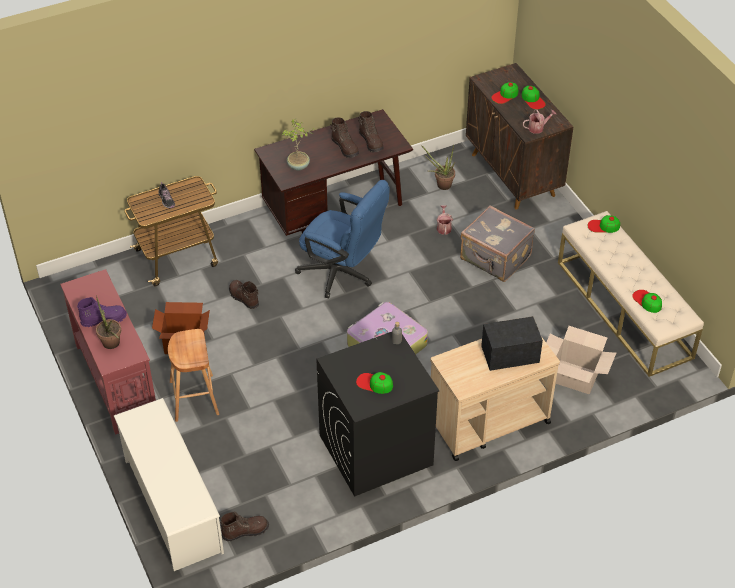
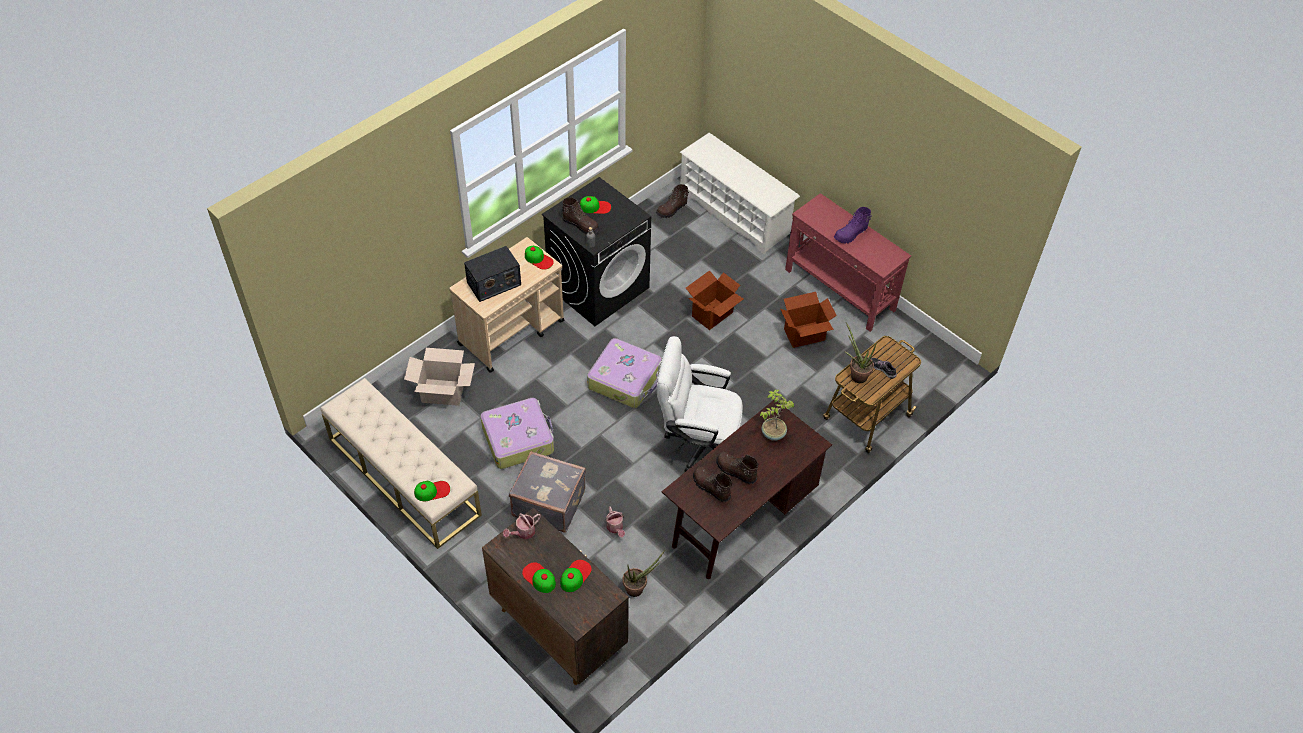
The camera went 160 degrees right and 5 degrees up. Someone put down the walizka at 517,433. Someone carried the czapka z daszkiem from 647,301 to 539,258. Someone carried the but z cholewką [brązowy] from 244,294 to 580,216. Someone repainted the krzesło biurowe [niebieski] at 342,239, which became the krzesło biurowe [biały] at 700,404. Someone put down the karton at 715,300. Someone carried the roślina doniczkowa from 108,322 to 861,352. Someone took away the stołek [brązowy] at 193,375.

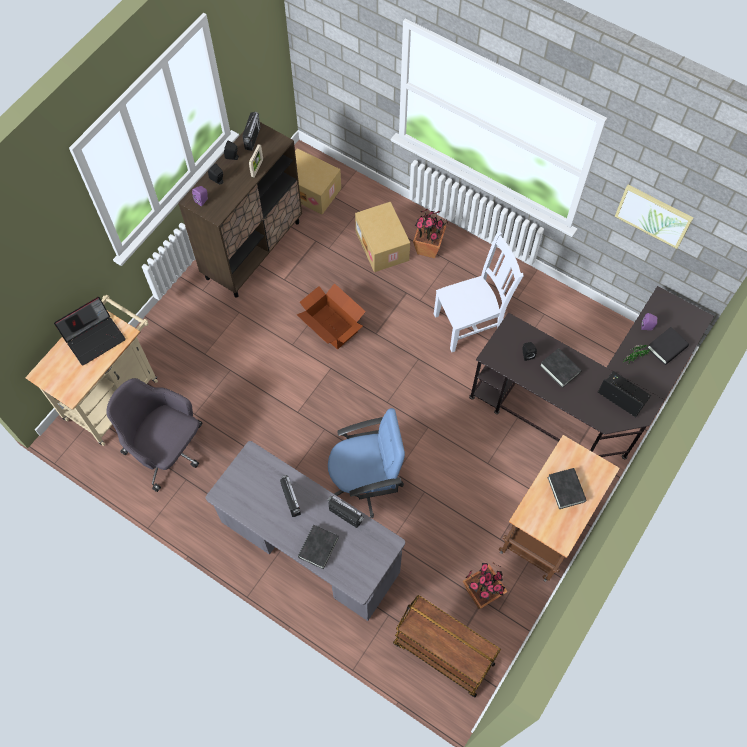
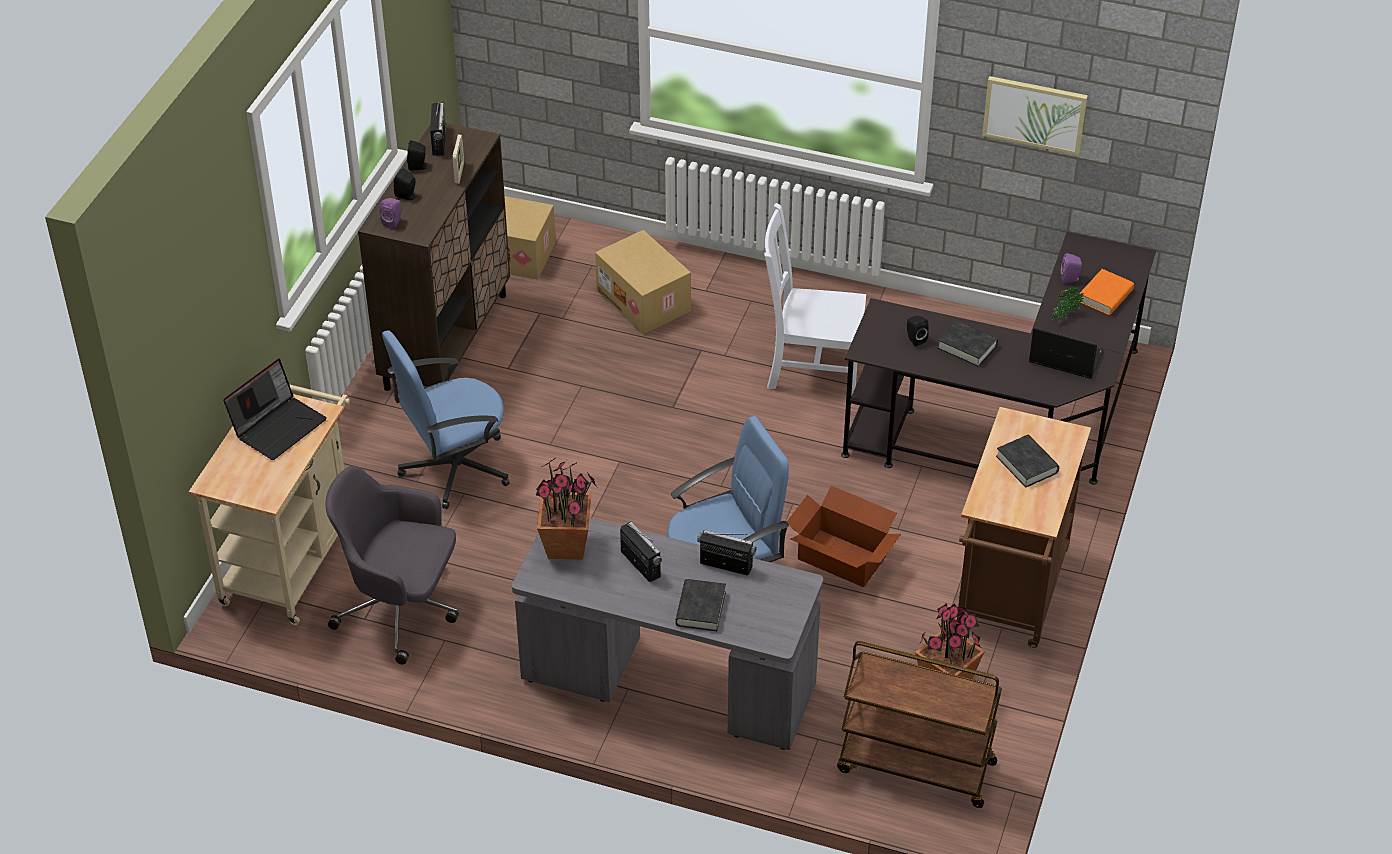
The camera went 15 degrees left and 20 degrees down. Someone put down the krzesło biurowe [niebieski] at 446,419. Someone carried the roślina doniczkowa from 430,233 to 566,508. Someone rotated the krzesło [biały] at 479,291 by 135 degrees counterclockwise. Someone carried the karton from 331,316 to 844,536. Someone repainted the książka [czarny] at 668,346, which became the książka [pomarańczowy] at 1106,292.

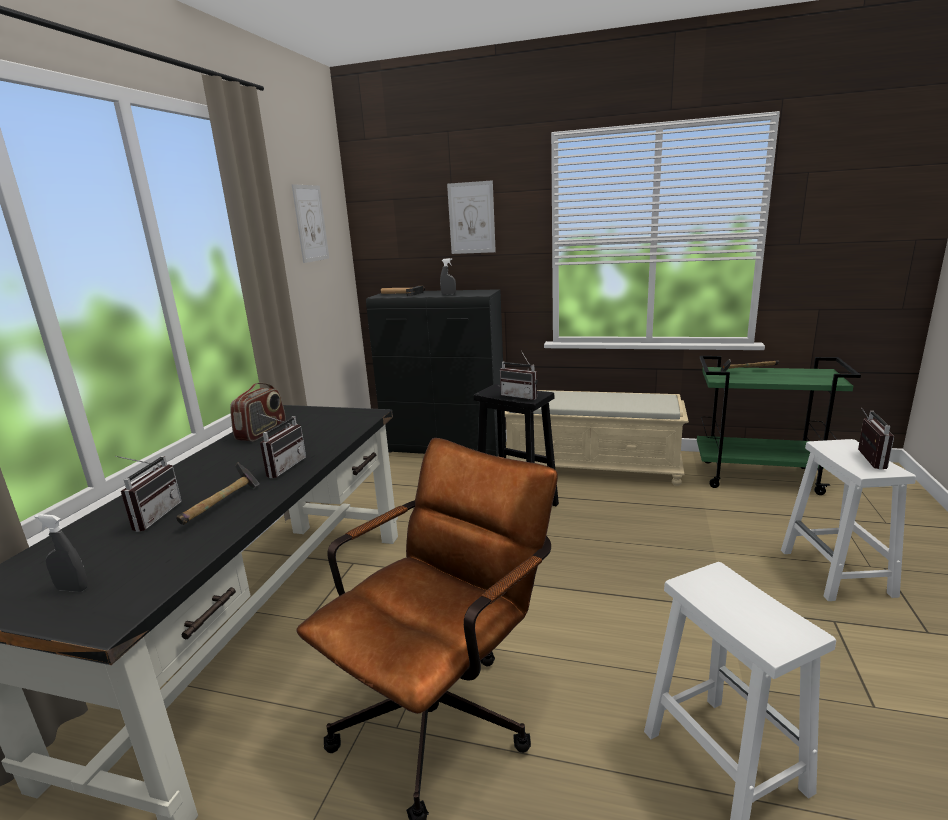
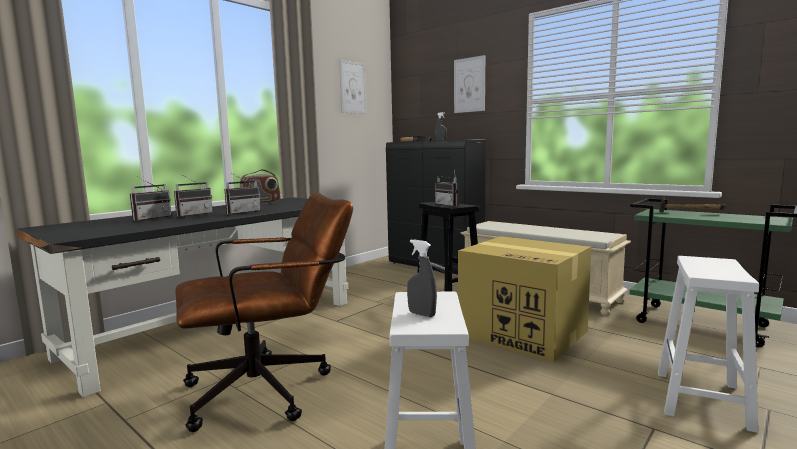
The camera went 25 degrees right and 10 degrees down. Someone carried the radio from 876,439 to 193,196. Someone carried the spryskiwacz [szary] from 61,553 to 422,278. Someone put down the karton at 524,299. Someone took away the młotek at 218,494.

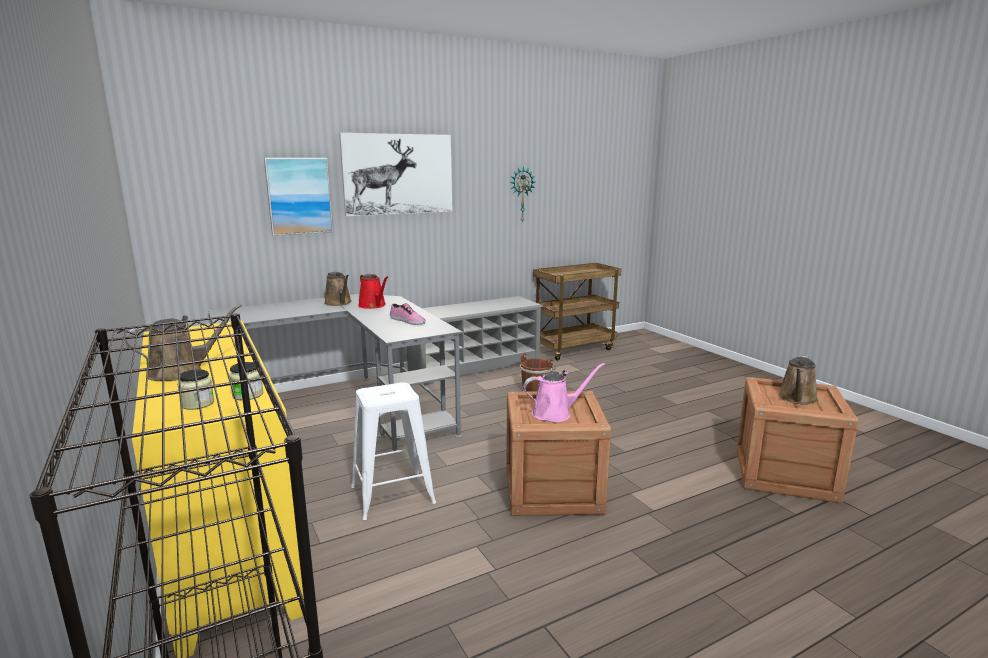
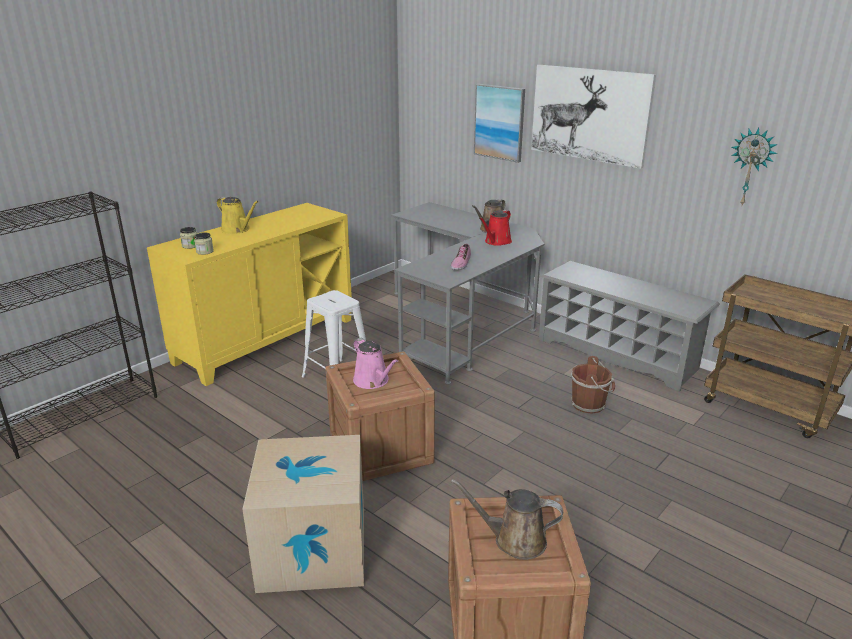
The camera went 70 degrees right and 10 degrees up. Someone repainted the konewka [brązowy] at 183,342, which became the konewka [żółty] at 238,215. Someone put down the karton at 303,514.

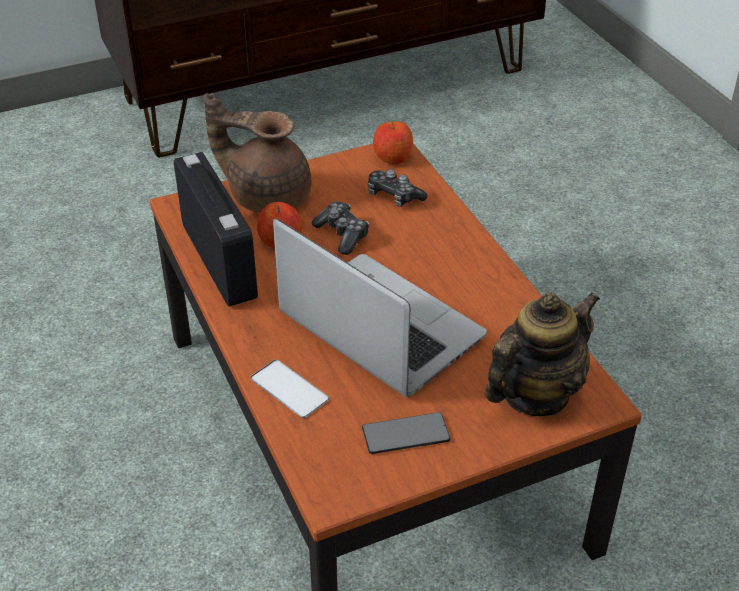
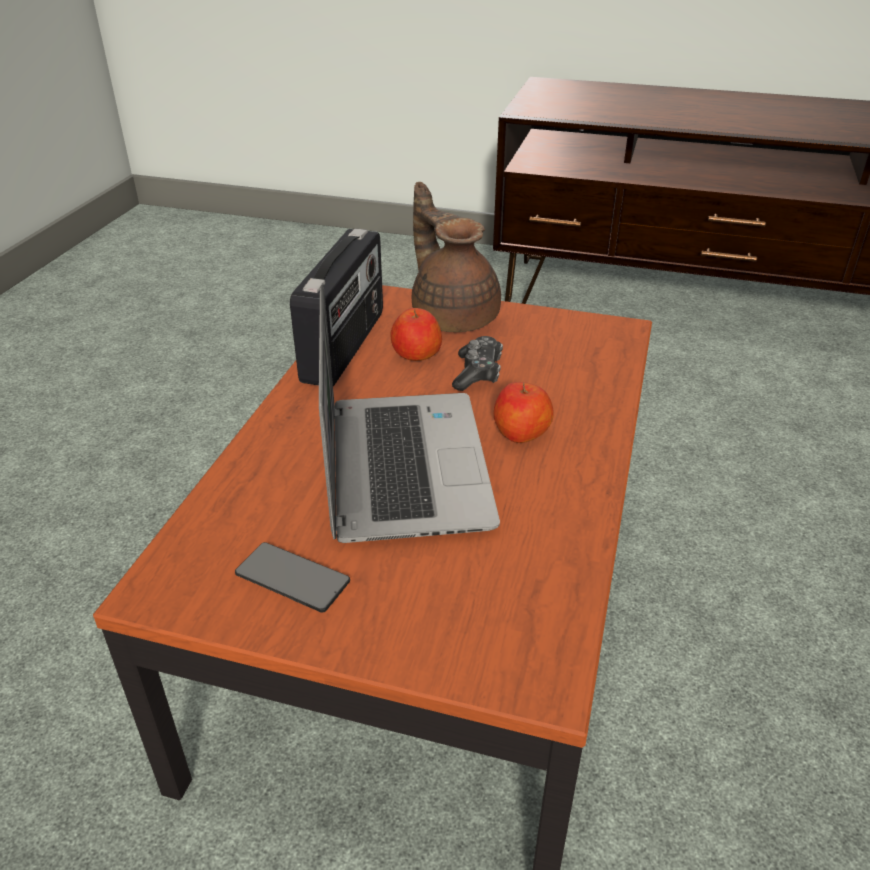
The camera went 40 degrees right and 5 degrees down. Someone carried the jabłko from 393,142 to 524,412. Someone took away the telefon at 290,389. Someone took away the pad do gier at 398,188. Someone took away the imbryk at 542,354.

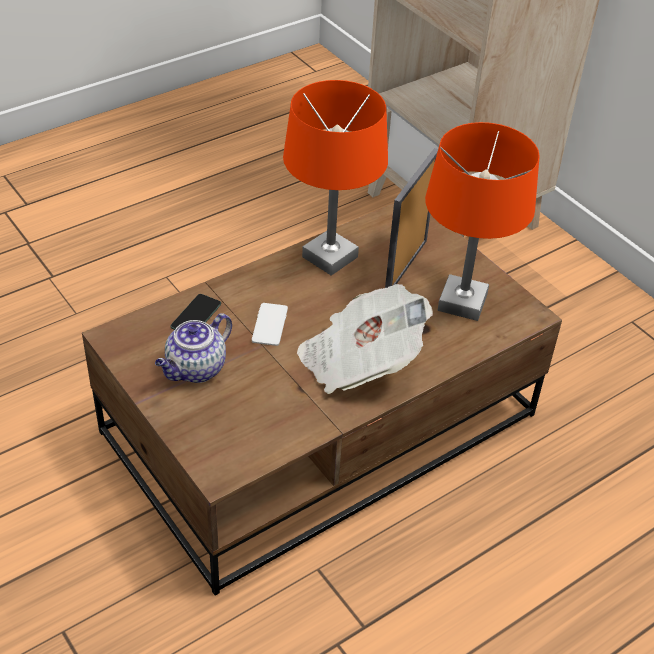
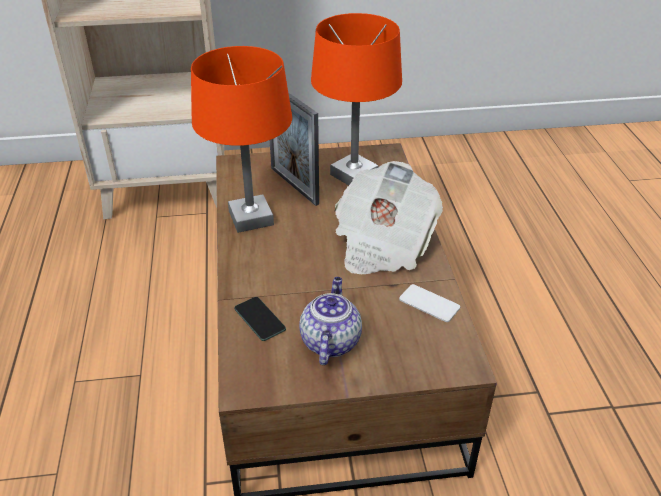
The camera went 60 degrees left and 5 degrees down. Someone rotated the imbryk at 193,348 by 150 degrees counterclockwise. Someone carried the telefon from 270,324 to 429,303.

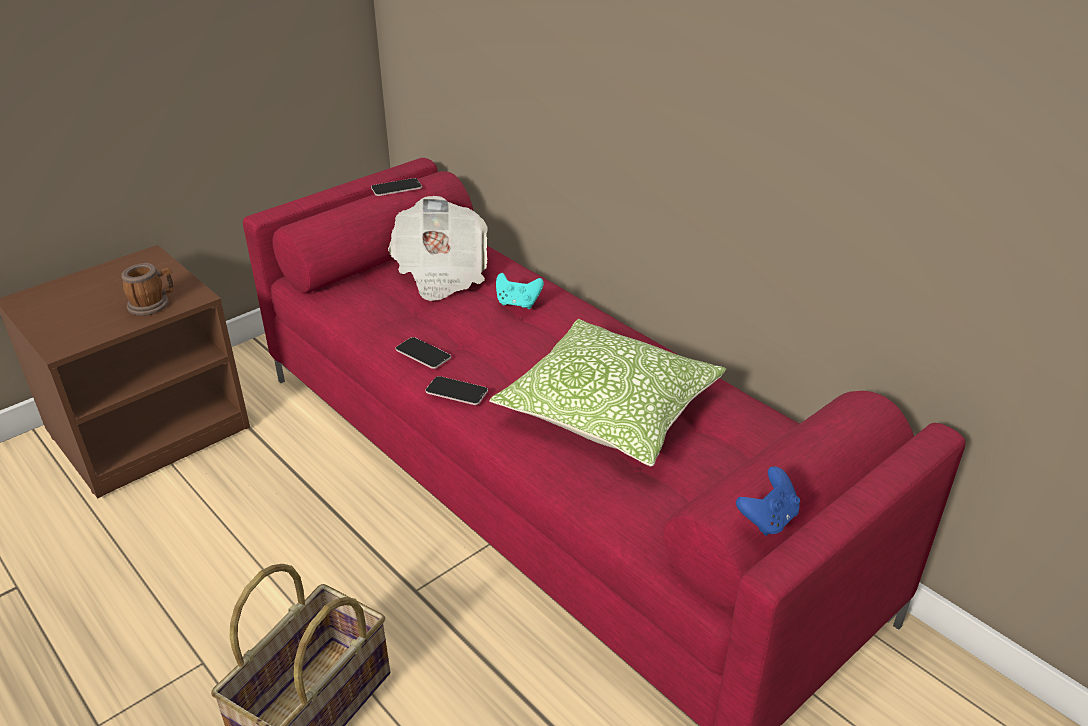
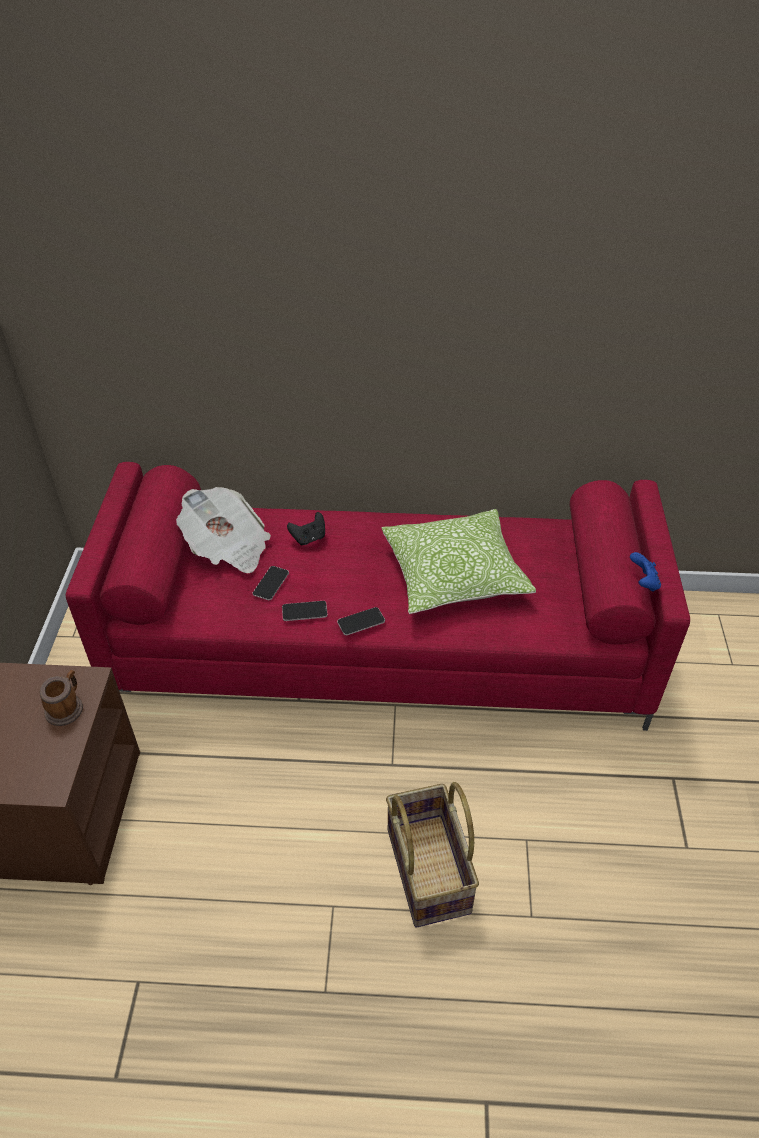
The camera went 45 degrees left and 10 degrees up. Someone carried the telefon from 396,187 to 271,583. Someone repainted the pad do gier [turkusowy] at 520,291, which became the pad do gier [czarny] at 306,529.

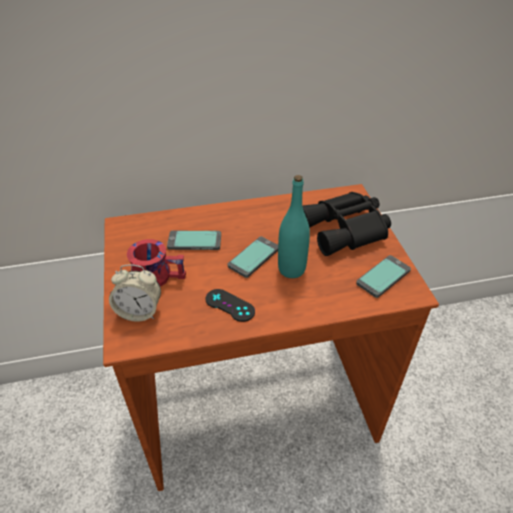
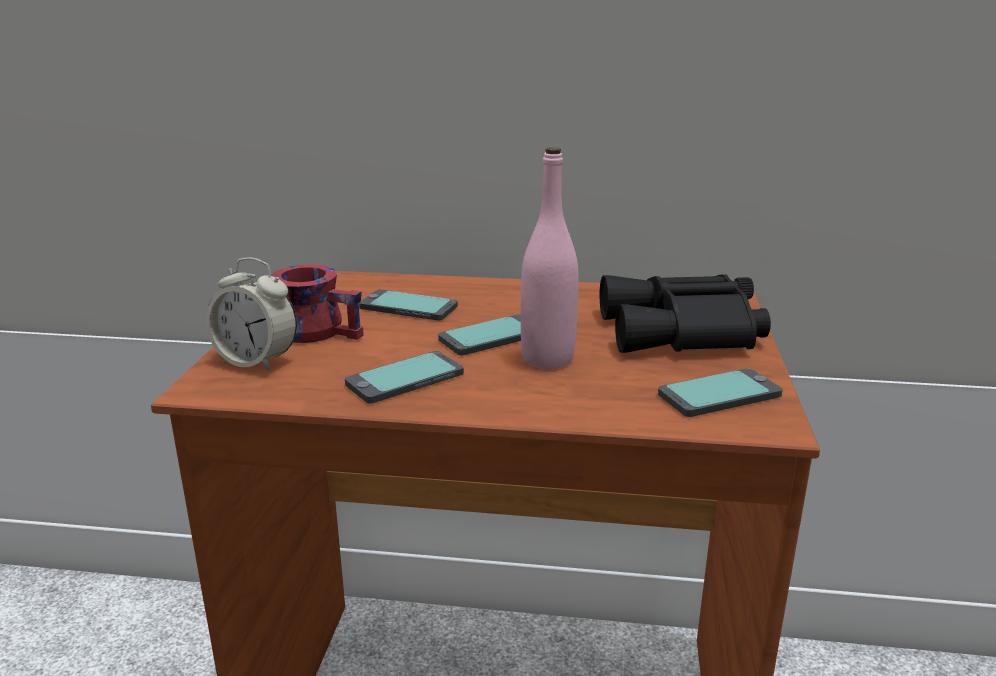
The camera went 20 degrees right and 20 degrees down. Someone swapped the pad do gier [czarny] at 230,305 for the telefon at 404,377. Someone repainted the butelka [turkusowy] at 294,226, which became the butelka [różowy] at 550,258.

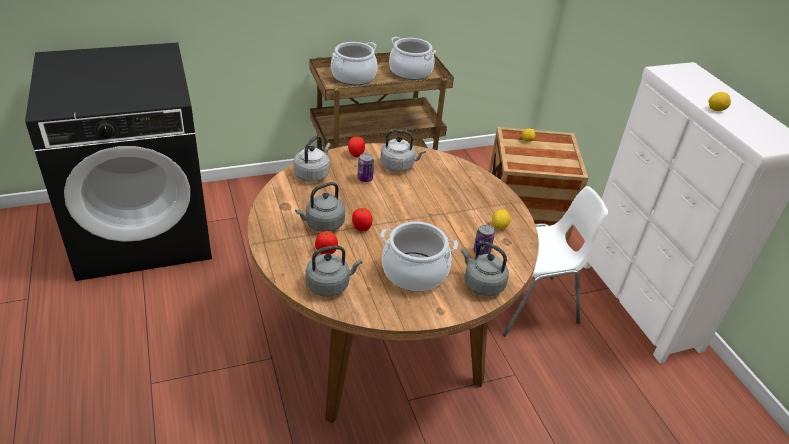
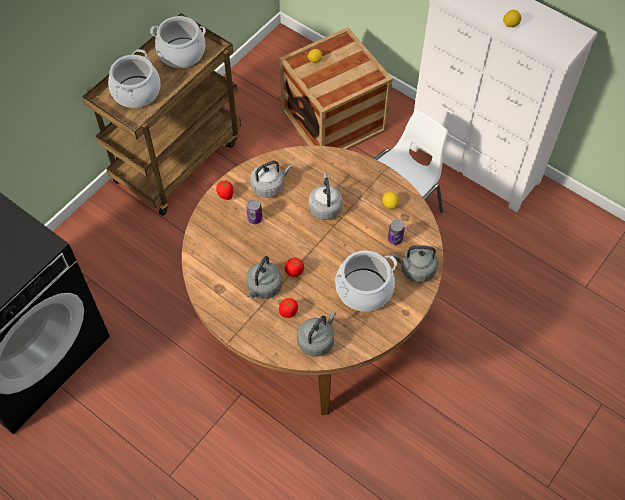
The camera went 30 degrees left and 20 degrees up. Someone carried the czajnik [szary] from 312,158 to 326,197.

